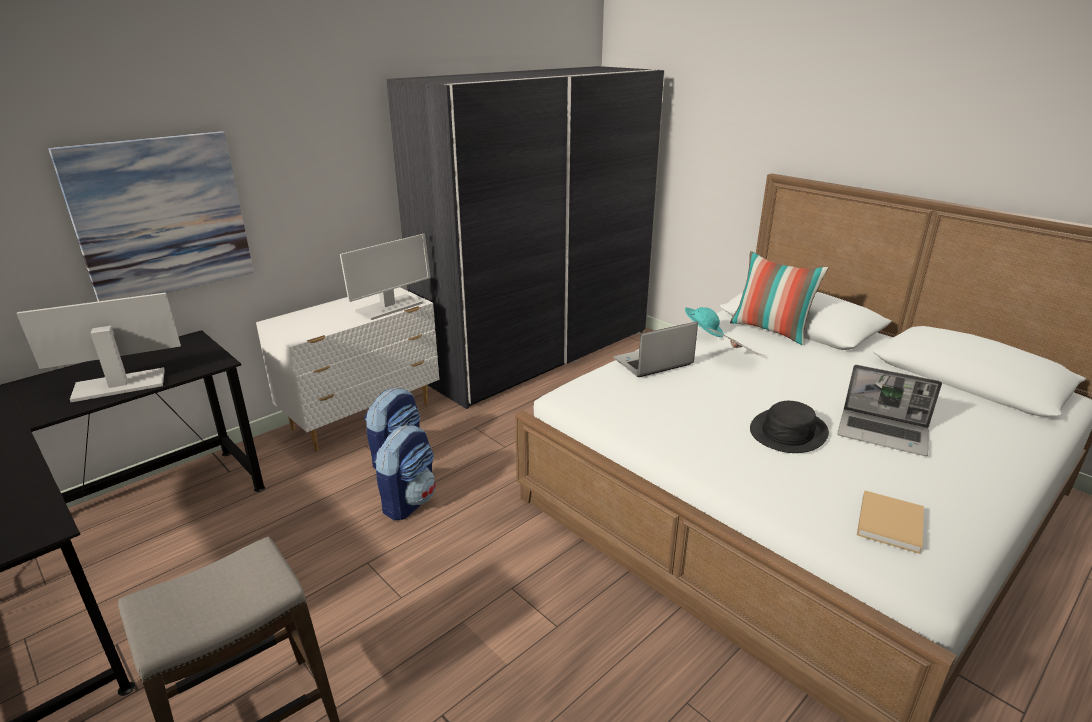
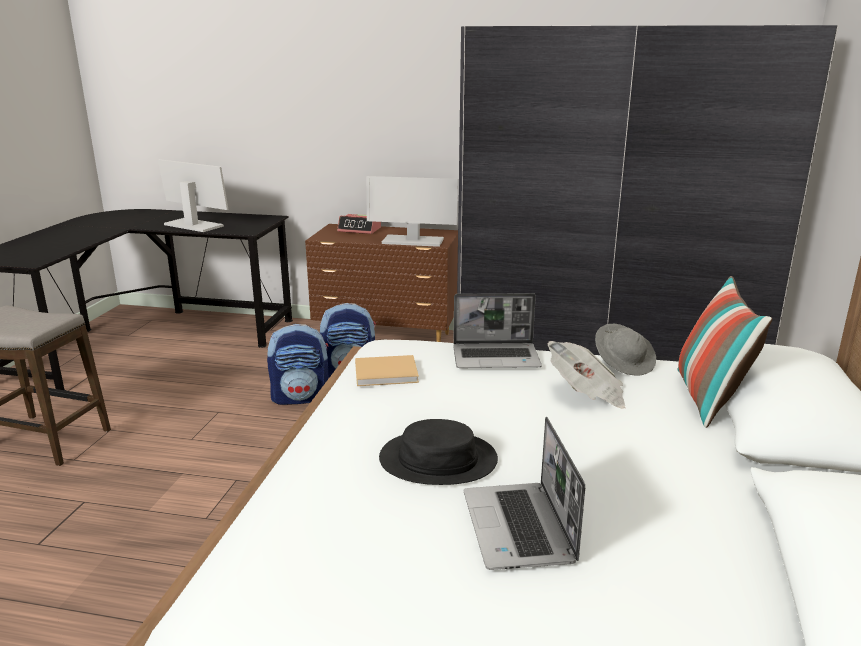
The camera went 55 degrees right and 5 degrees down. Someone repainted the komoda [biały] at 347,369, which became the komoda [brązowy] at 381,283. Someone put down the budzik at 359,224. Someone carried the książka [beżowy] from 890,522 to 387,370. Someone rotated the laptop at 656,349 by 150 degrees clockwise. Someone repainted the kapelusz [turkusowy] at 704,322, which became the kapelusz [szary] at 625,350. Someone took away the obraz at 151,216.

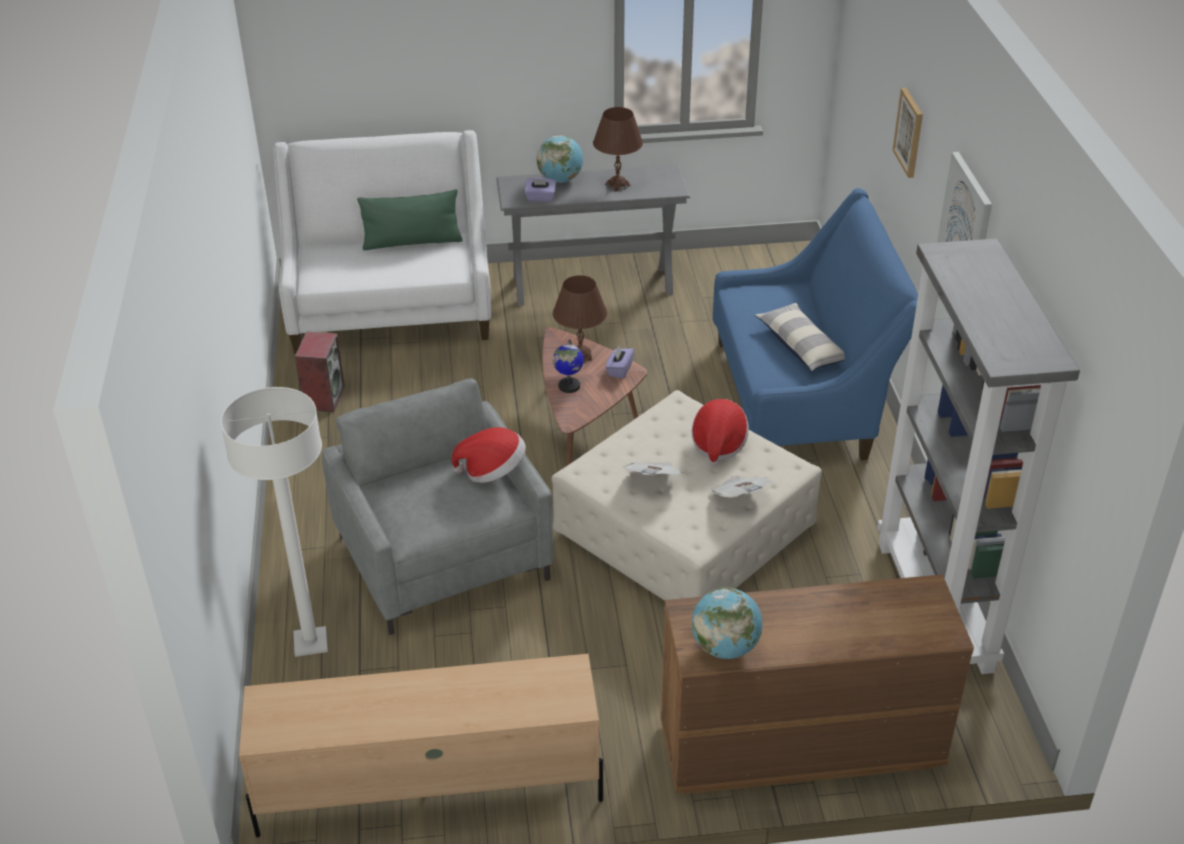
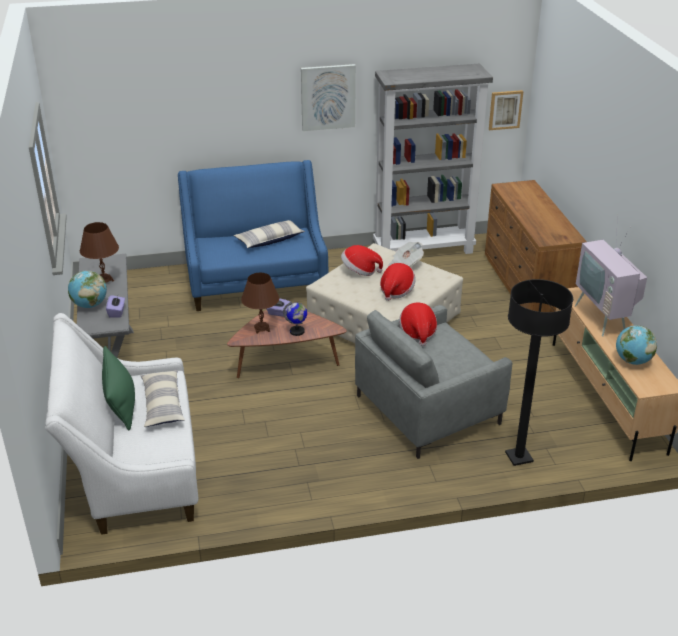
The camera went 95 degrees left and 5 degrees down. Someone put down the poduszka at 162,398. Someone swapped the gazeta at 653,468 for the kapelusz at 398,282. Someone carried the obraz from 908,133 to 506,110. Someone repainted the lampa stojąca [biały] at 274,522, which became the lampa stojąca [czarny] at 539,372. Someone put down the telewizor at 611,282. Someone carried the globus from 727,623 to 636,345. Someone took away the głośnik at 320,372.

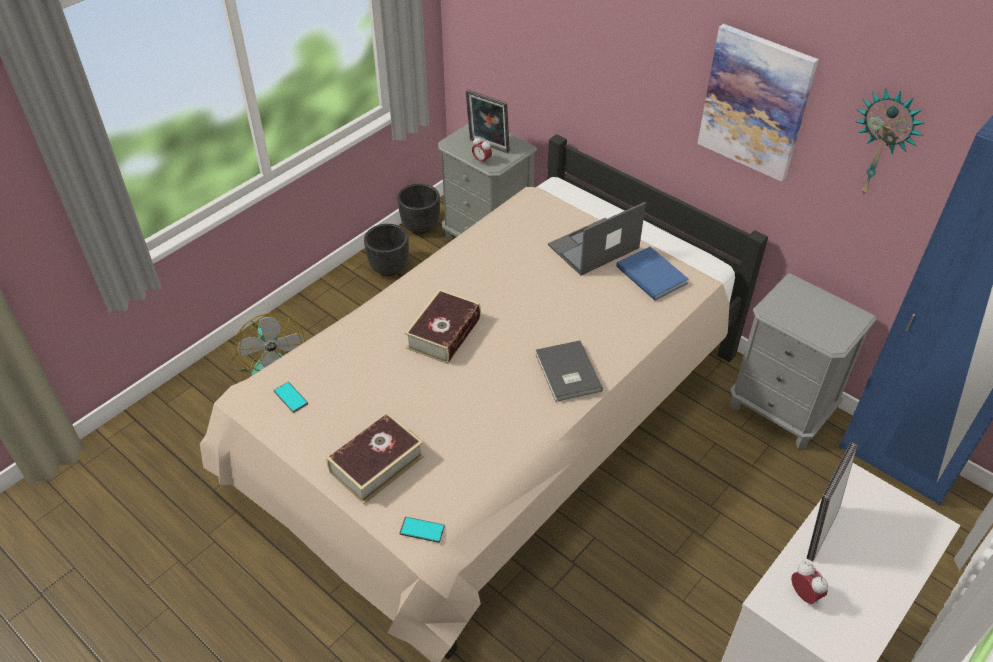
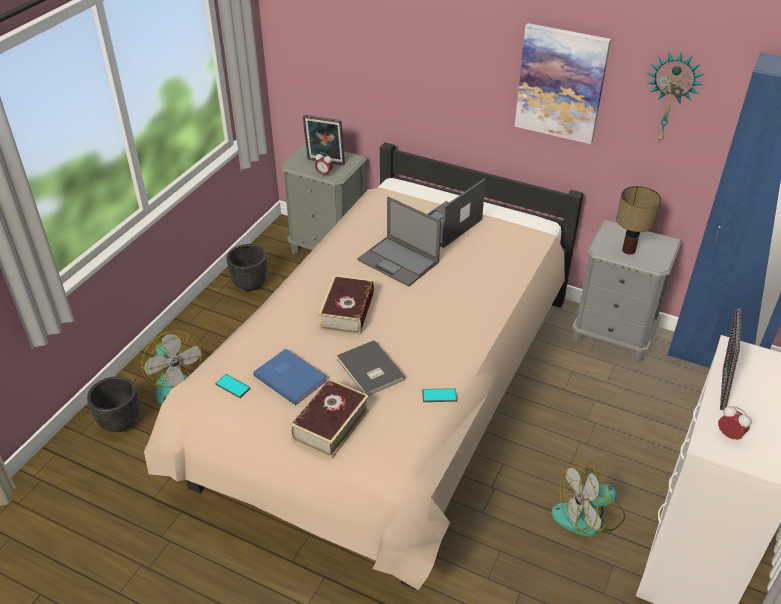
The camera went 15 degrees left and 5 degrees down. Someone carried the donica [czarny] from 419,209 to 113,404. Someone carried the książka [niebieski] from 652,273 to 290,377. Someone carried the książka [szary] from 569,371 to 371,367. Someone put down the laptop at 399,241. Someone carried the telefon from 422,530 to 439,395. Someone put down the wentylator at 588,499. Someone put down the lampa stołowa at 638,220.

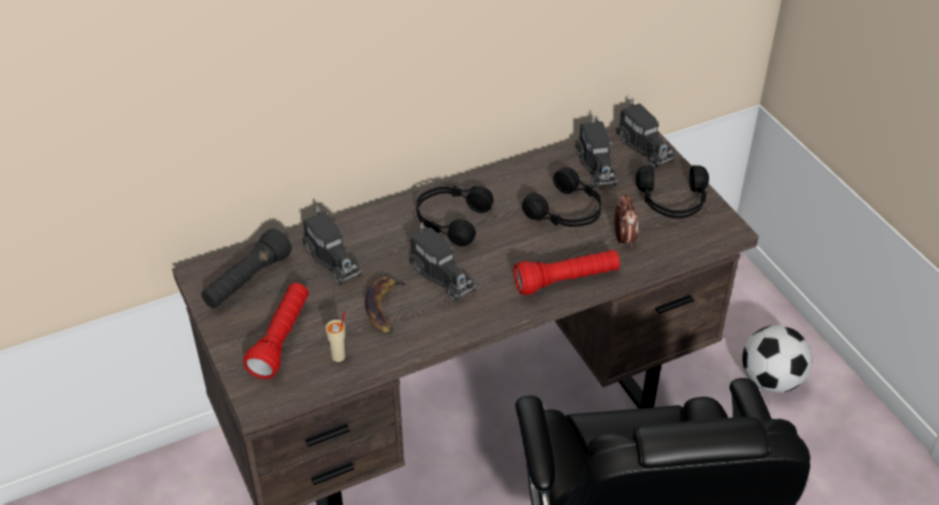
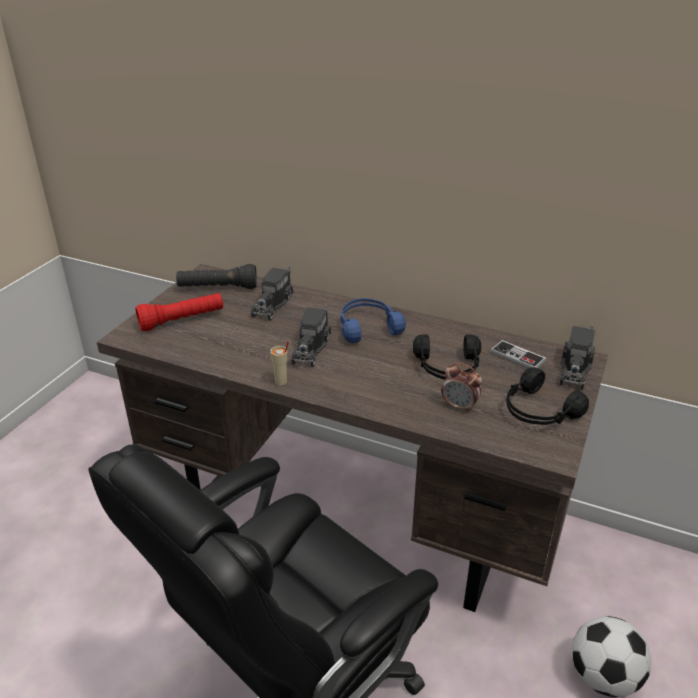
The camera went 50 degrees right and 10 degrees down. Someone carried the filiżanka [beżowy] from 335,336 to 280,363. Someone repainted the słuchawki [czarny] at 455,216, which became the słuchawki [niebieski] at 373,320. Someone rotated the budzik at 626,220 by 75 degrees clockwise. Someone swapped the ciężarówka zabawkowa at 597,152 for the pad do gier at 518,354. Someone took away the banan at 387,305. Someone took away the latarka [czerwony] at 567,272.

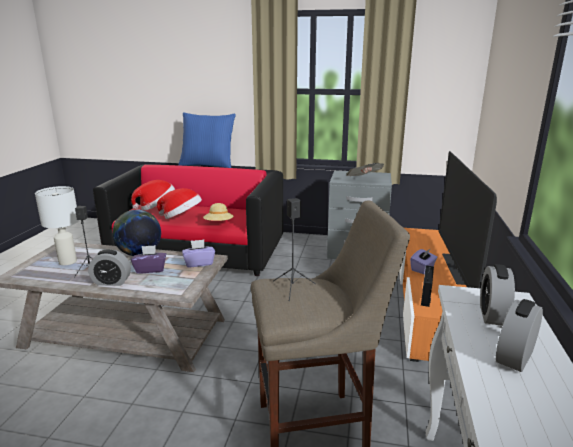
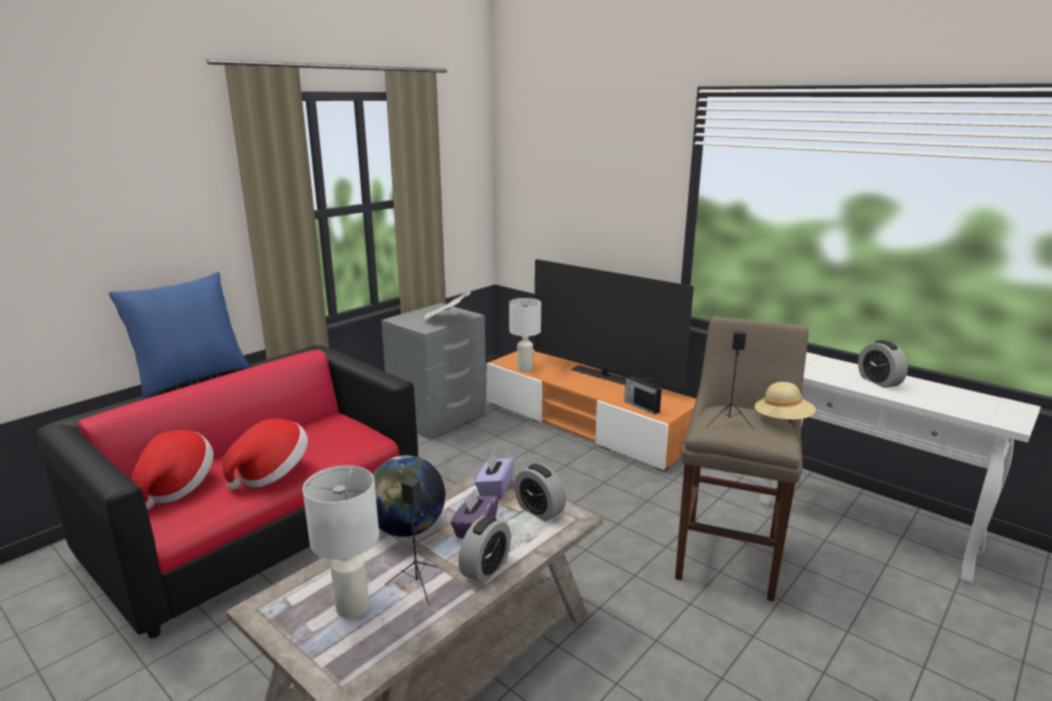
The camera went 60 degrees left and 0 degrees up. Someone put down the lampa stołowa [biały] at 525,335. Someone carried the budzik from 497,295 to 540,492. Someone carried the kapelusz [beżowy] from 218,212 to 785,401. Someone took away the pudełko chusteczek [fioletowy] at 423,261.

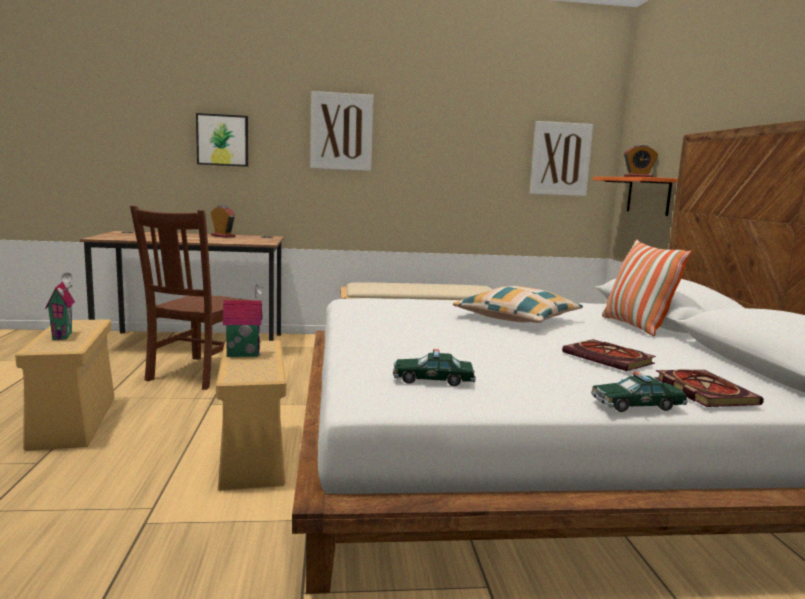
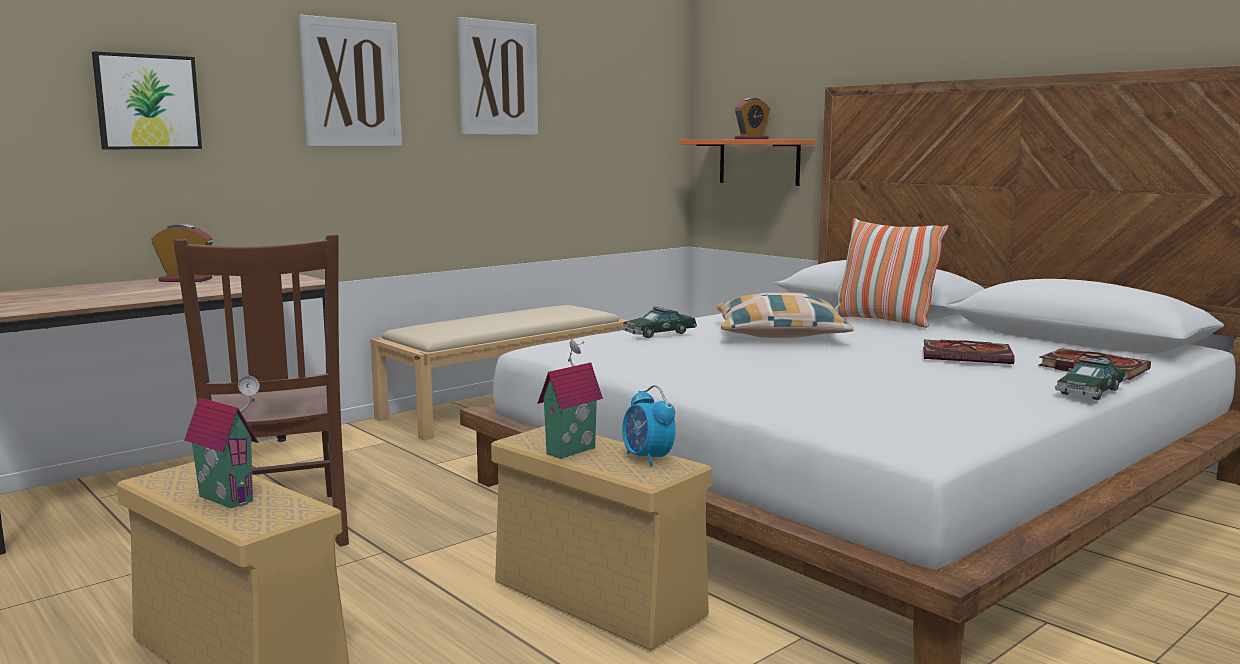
The camera went 35 degrees left and 0 degrees up. Someone carried the obraz from 561,158 to 497,76. Someone carried the samochodzik from 434,367 to 659,322. Someone put down the budzik at 649,425.

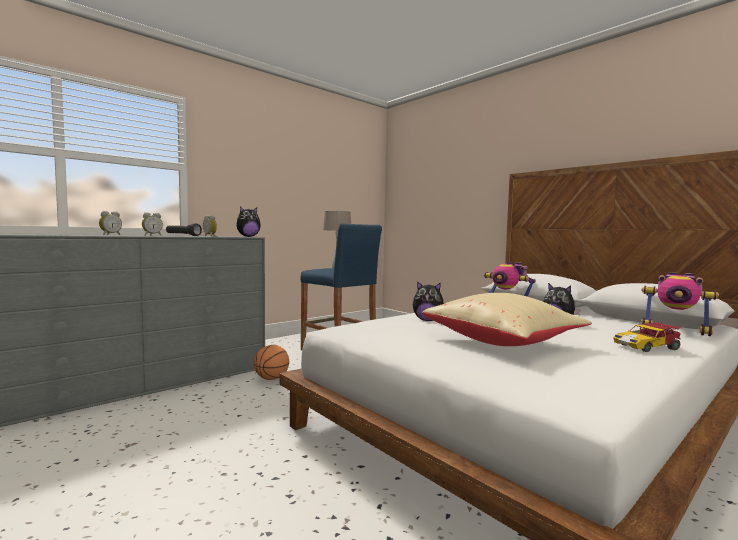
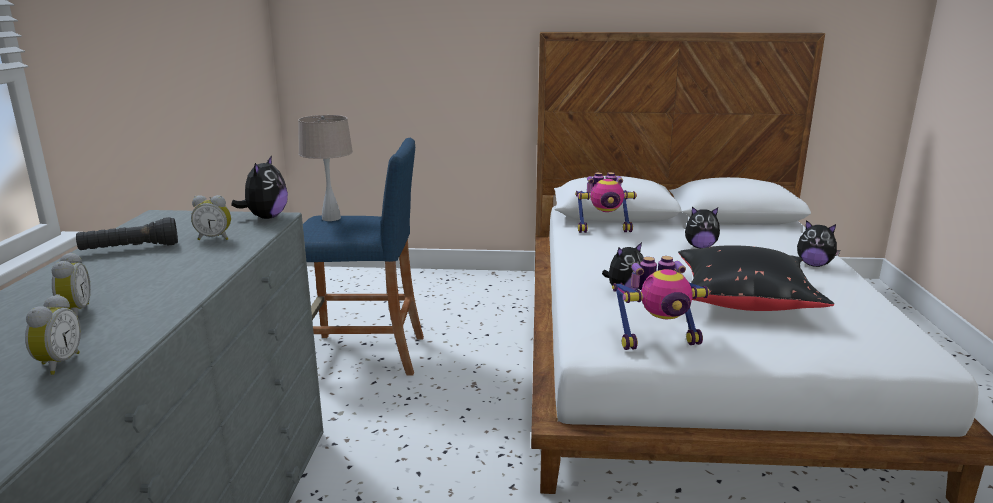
The camera went 45 degrees left and 15 degrees up. Someone carried the budzik from 152,224 to 53,334. Someone carried the robot zabawkowy from 680,304 to 661,303. Someone repainted the poduszka [beżowy] at 507,319, which became the poduszka [czarny] at 756,278. Someone swapped the samochodzik at 647,337 for the pluszak at 818,243. Someone took away the piłka do koszykówki at 271,362.

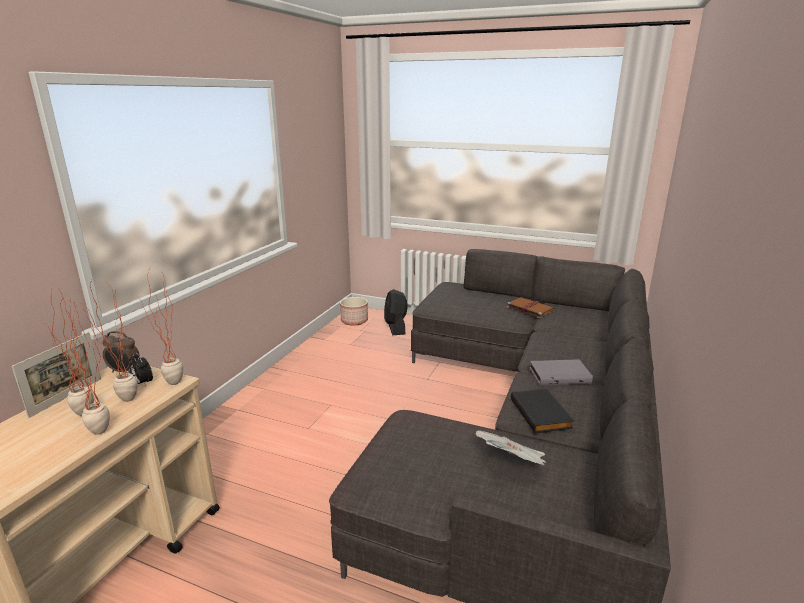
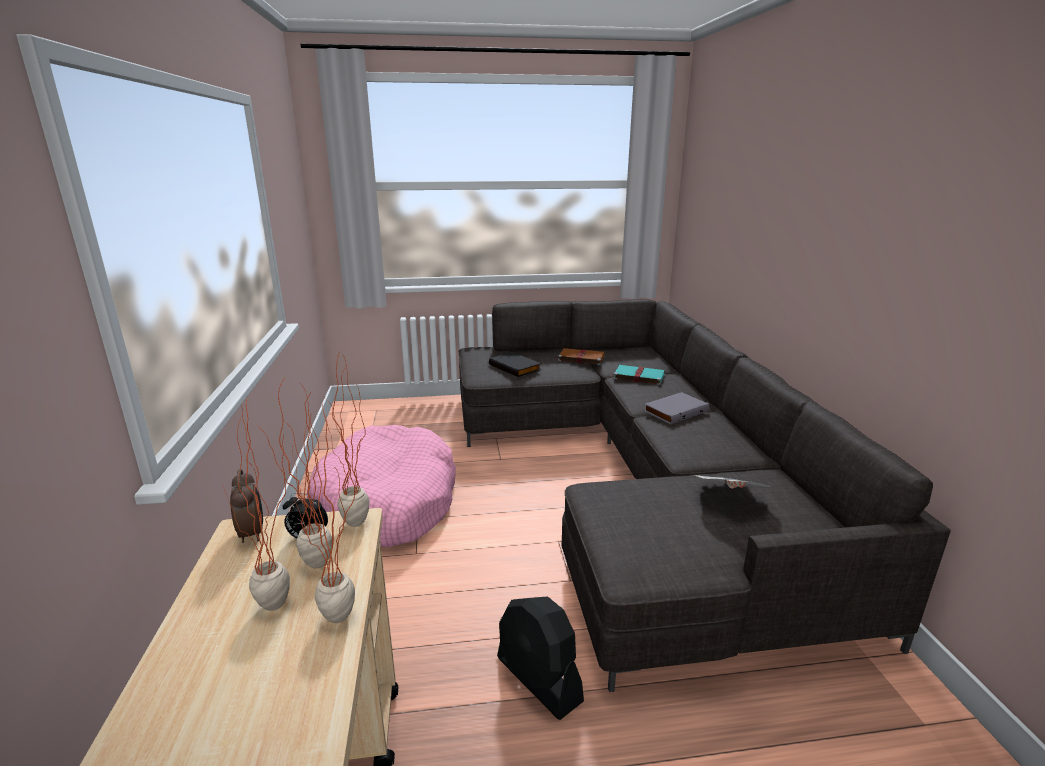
The camera went 30 degrees left and 0 degrees up. Someone rotated the budzik at 120,352 by 90 degrees counterclockwise. Someone put down the legowisko [różowy] at 381,486. Someone carried the książka [czarny] from 542,411 to 515,364. Someone carried the wentylator [czarny] from 396,312 to 540,658. Someone put down the książka [turkusowy] at 637,375. Someone took away the ramka na zdjęcie at 56,375. Someone took away the donica at 354,311.

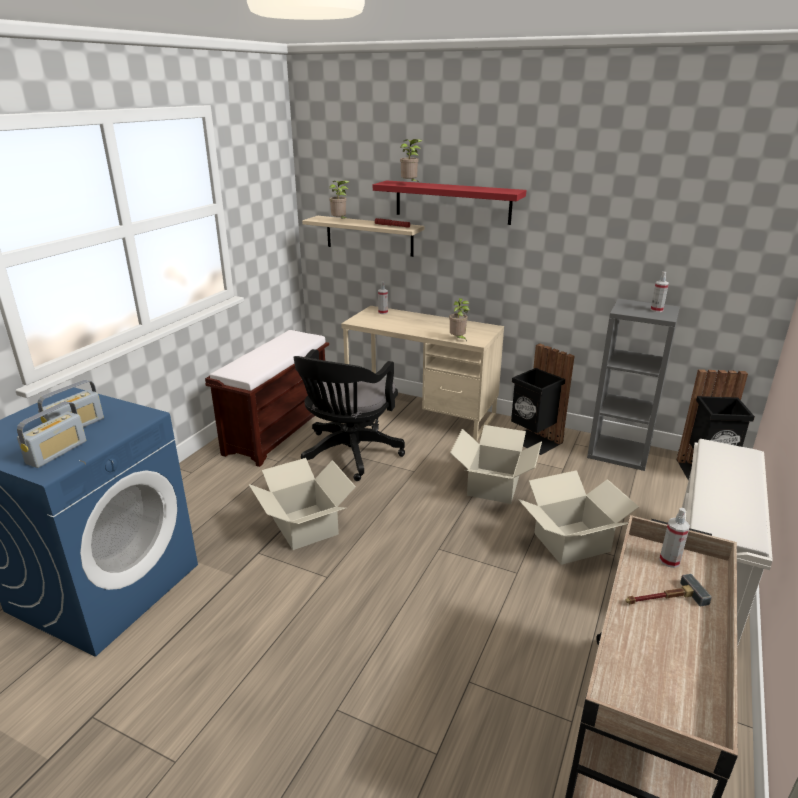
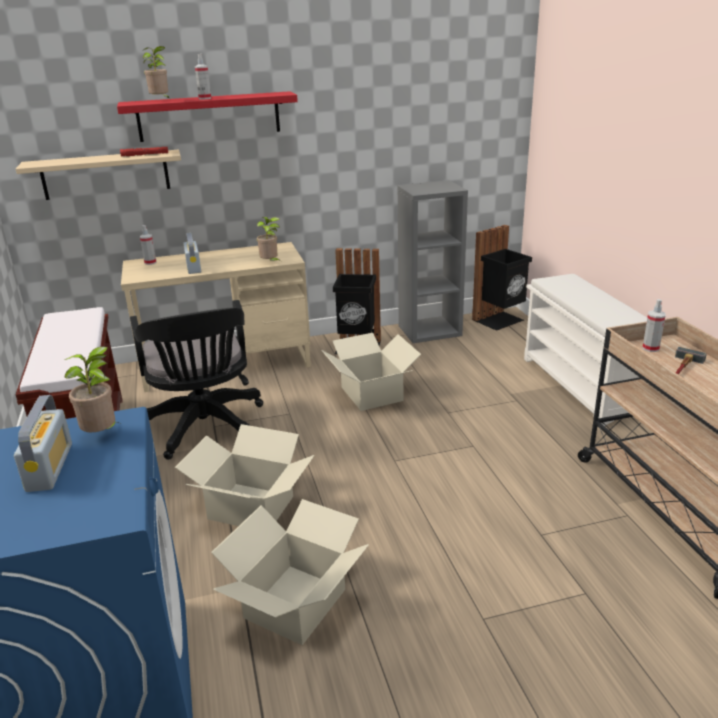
The camera went 40 degrees left and 0 degrees up. Someone carried the roślina doniczkowa from 339,199 to 90,389. Someone carried the radio from 51,434 to 192,253. Someone carried the spryskiwacz from 660,292 to 203,76. Someone carried the karton from 578,517 to 290,572.

